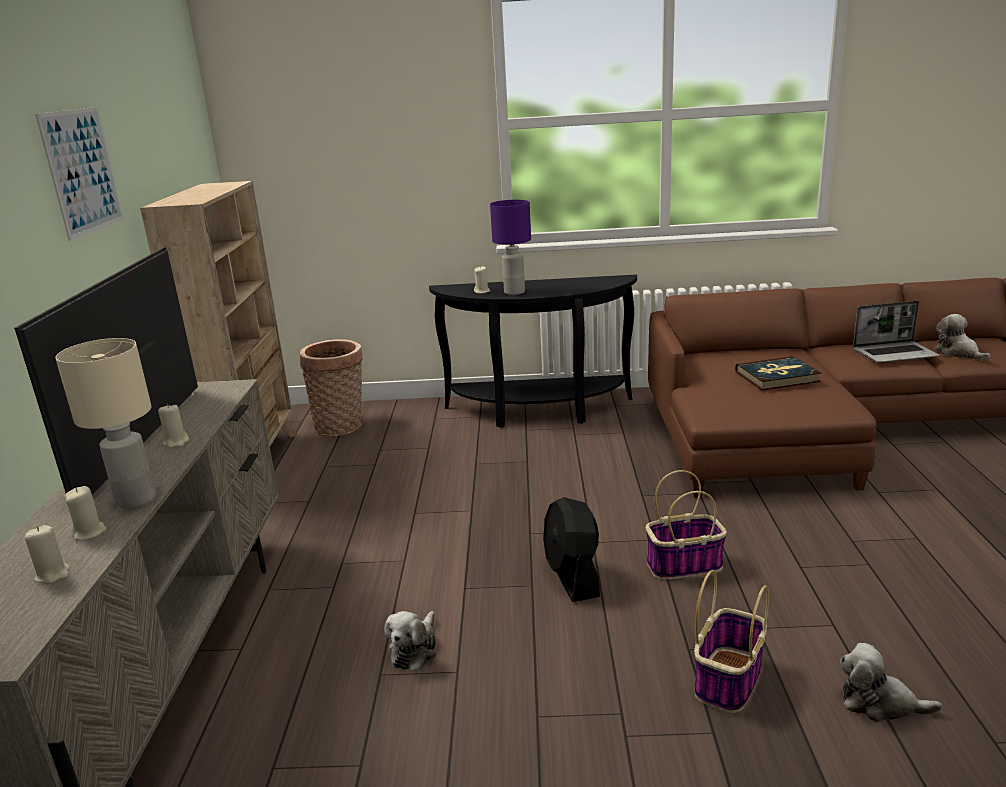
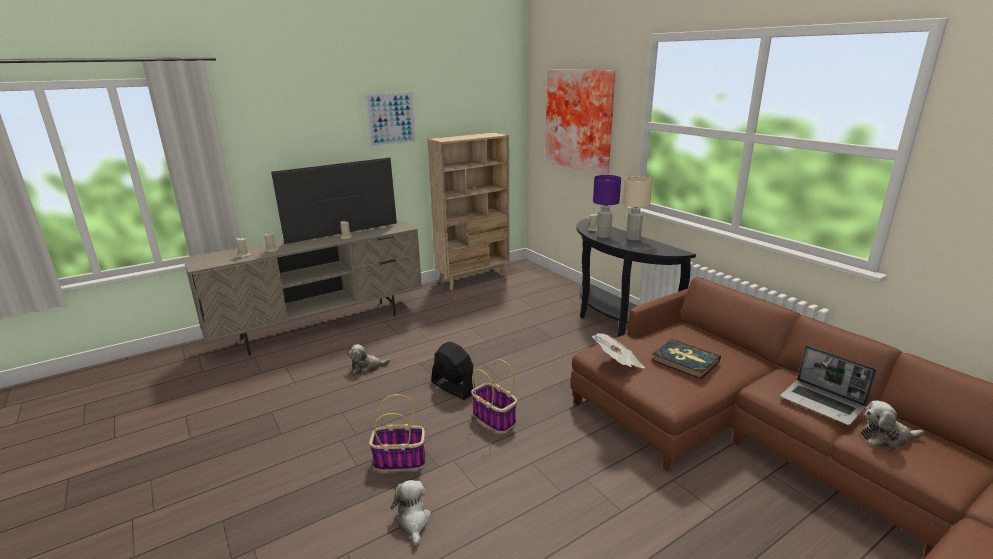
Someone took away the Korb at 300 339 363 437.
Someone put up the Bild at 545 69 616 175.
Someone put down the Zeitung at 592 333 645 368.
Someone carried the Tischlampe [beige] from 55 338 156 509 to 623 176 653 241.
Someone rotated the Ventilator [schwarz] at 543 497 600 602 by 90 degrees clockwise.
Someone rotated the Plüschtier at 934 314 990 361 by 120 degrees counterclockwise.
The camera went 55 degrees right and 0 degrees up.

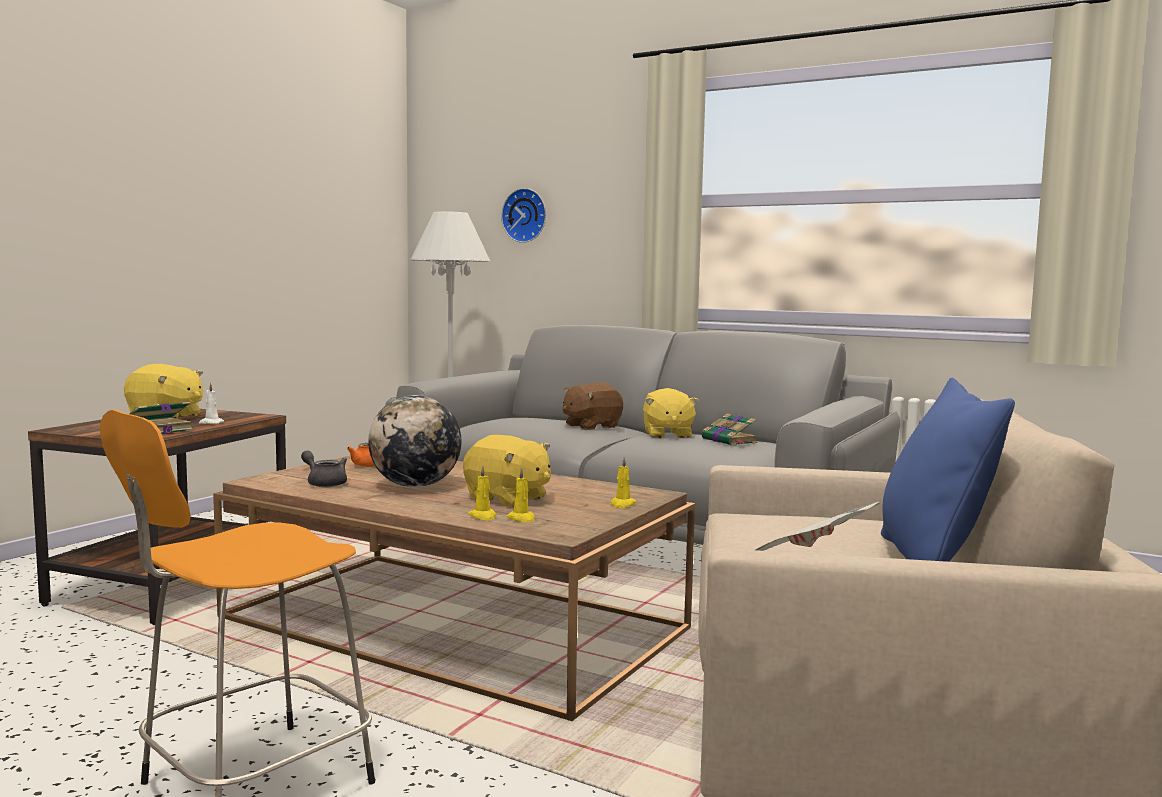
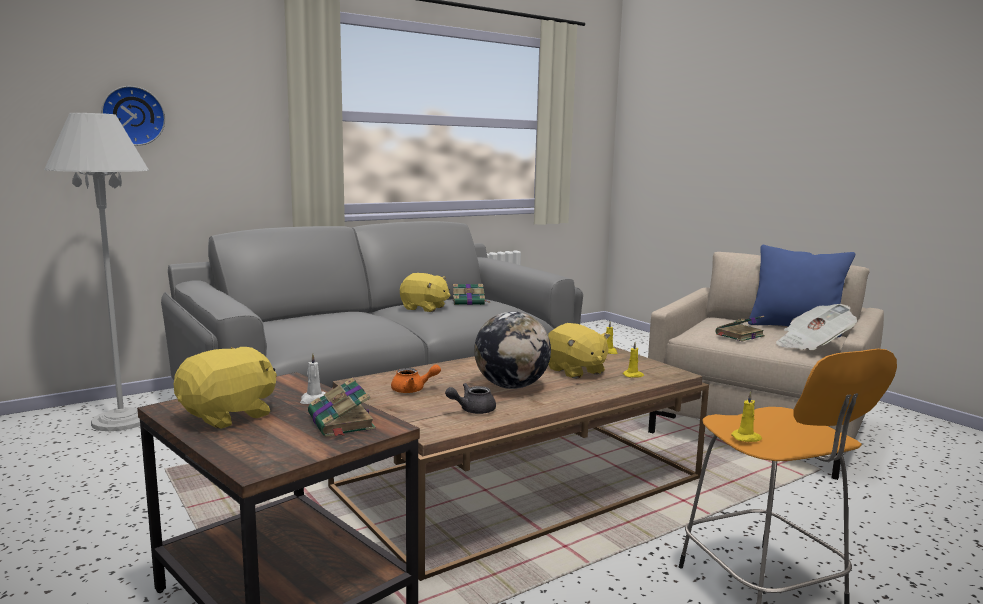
Someone took away the Plüschtier [braun] at 562 383 623 430.
Someone put down the Buch at 716 316 765 341.
Someone carried the Kerze [gelb] from 468 466 496 520 to 731 392 762 442.
Someone rotated the Plüschtier [gelb] at 463 435 551 507 by 90 degrees clockwise.
The camera went 65 degrees left and 5 degrees up.

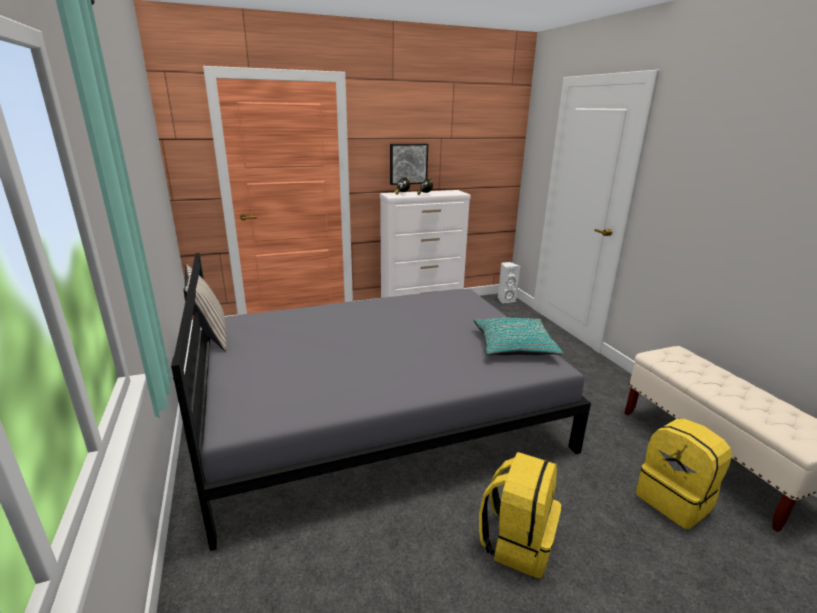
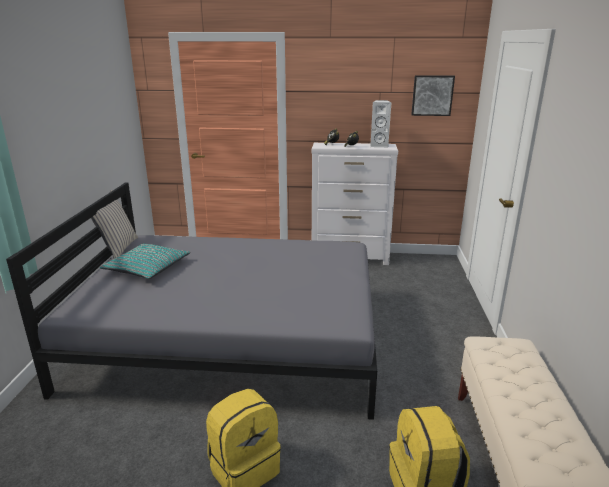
Someone carried the Bild from 390 144 428 185 to 411 75 455 116.
Someone carried the Kissen [türkis] from 474 318 563 355 to 100 243 191 279.
Someone carried the Lautsprecher [weiß] from 498 262 520 303 to 370 100 392 147.
The camera went 25 degrees right and 0 degrees up.

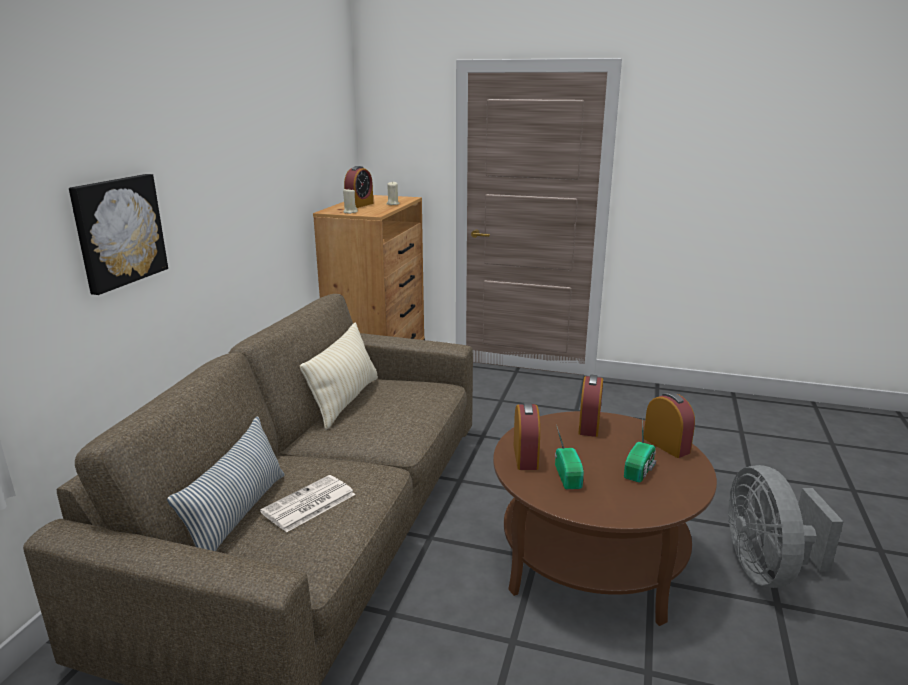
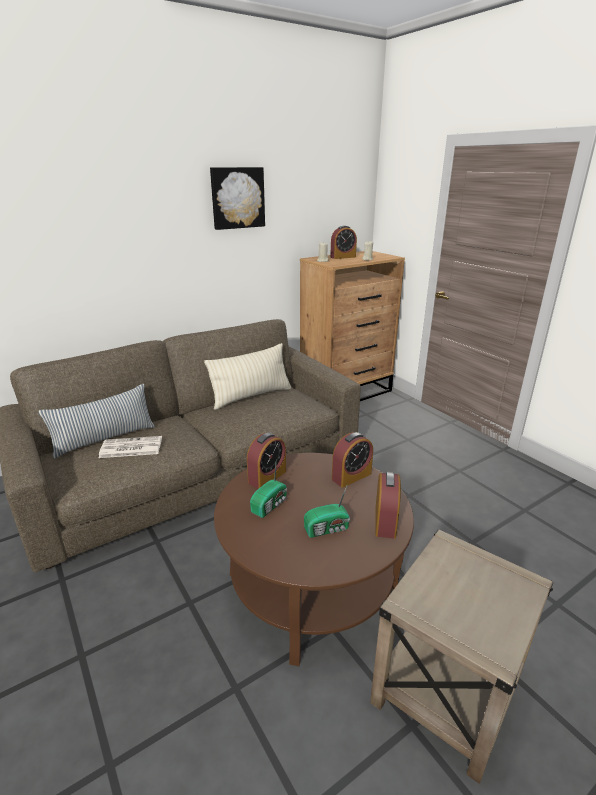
Someone carried the Bild from 69 174 168 295 to 210 167 265 230.
Someone swapped the Ventilator [grau] at 728 465 844 588 for the Beistelltisch [beige] at 370 529 553 784.
The camera went 40 degrees right and 5 degrees up.

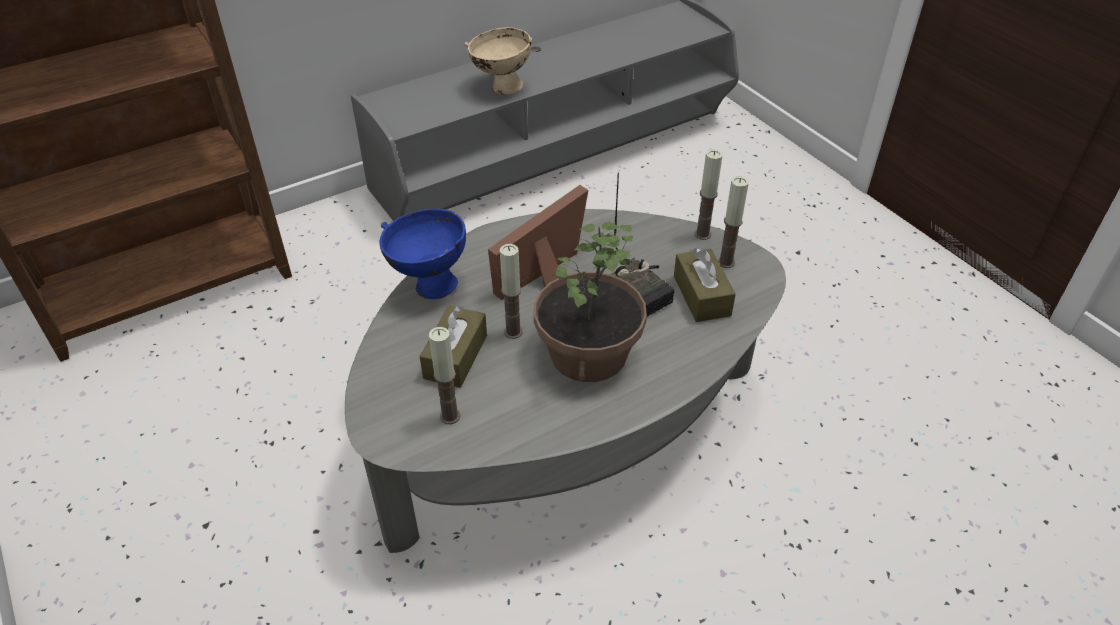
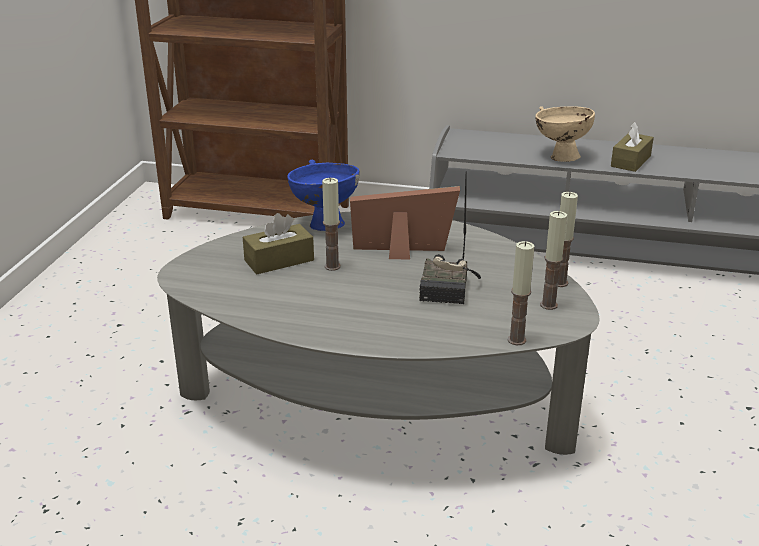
Someone took away the Topfpflanze at 534 221 647 382.
Someone carried the Kerze from 429 327 460 424 to 508 241 535 345.
Someone carried the Taschentuchbox [braun] from 674 248 736 322 to 611 122 654 172.
The camera went 45 degrees right and 15 degrees down.

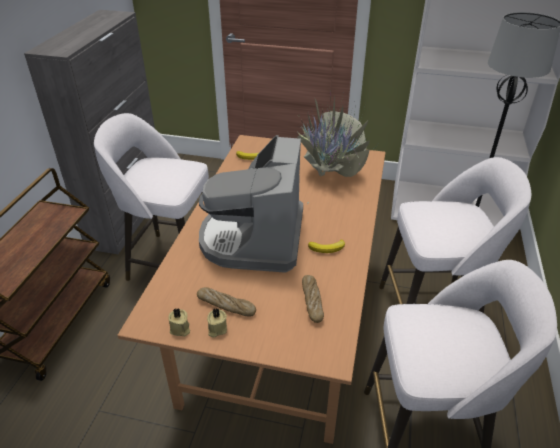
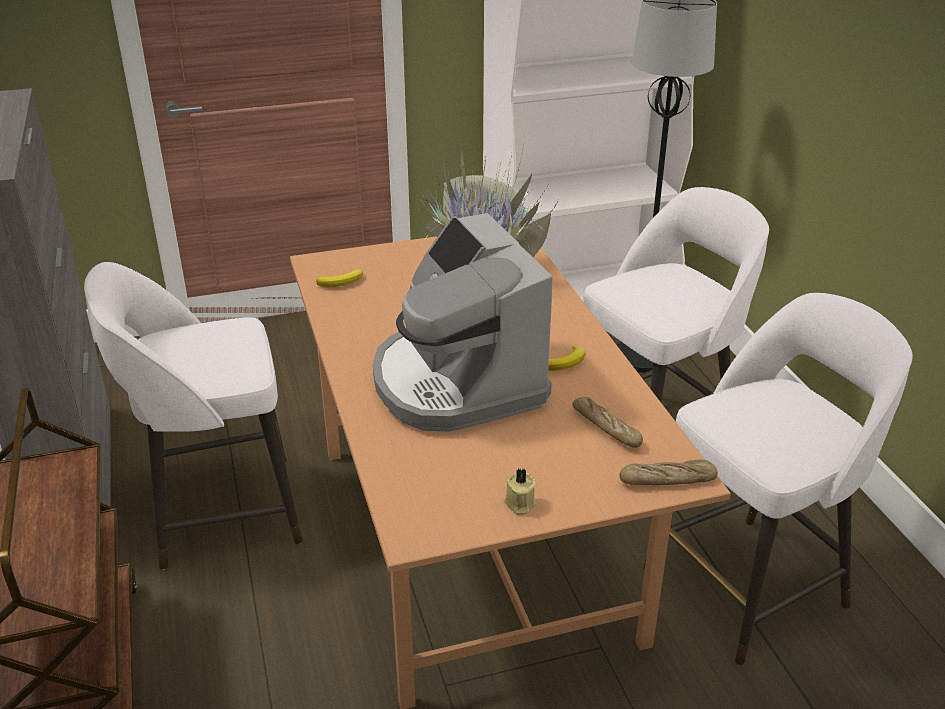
Someone took away the Kerze [beige] at 168 308 190 337.
Someone carried the Brot from 197 287 256 317 to 619 459 718 485.
The camera went 30 degrees left and 5 degrees down.

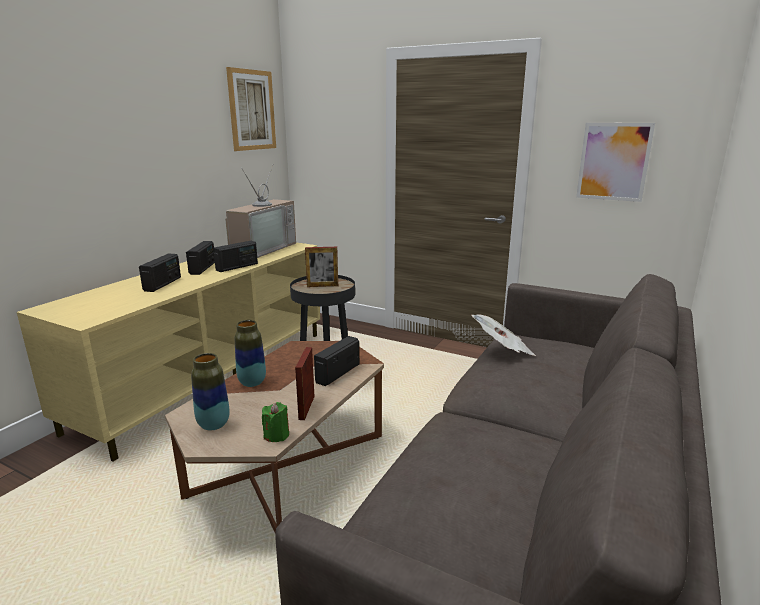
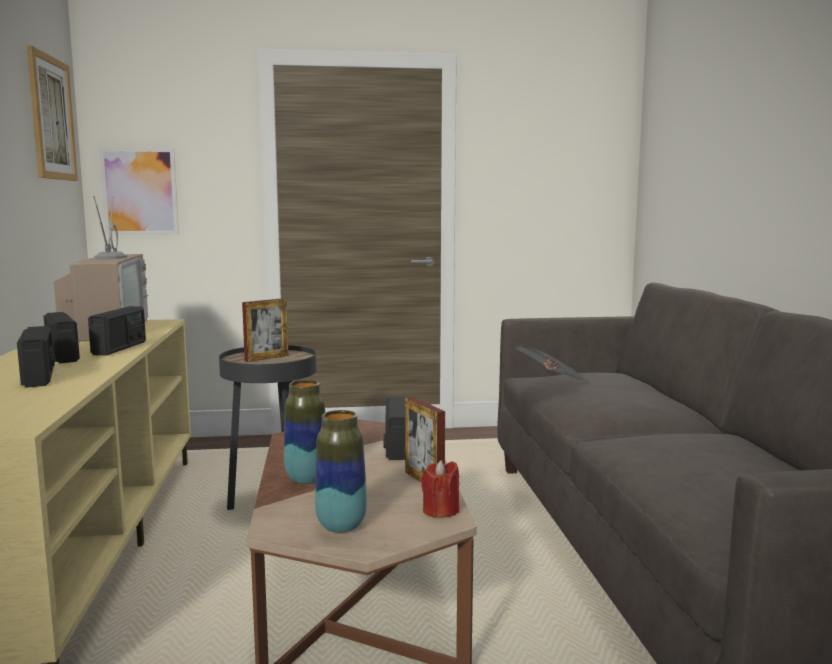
Someone carried the Bild from 576 123 655 202 to 99 148 179 235.
Someone repainted the Kerze [grün] at 262 402 289 442, which became the Kerze [rot] at 421 460 460 518.
The camera went 35 degrees left and 10 degrees down.

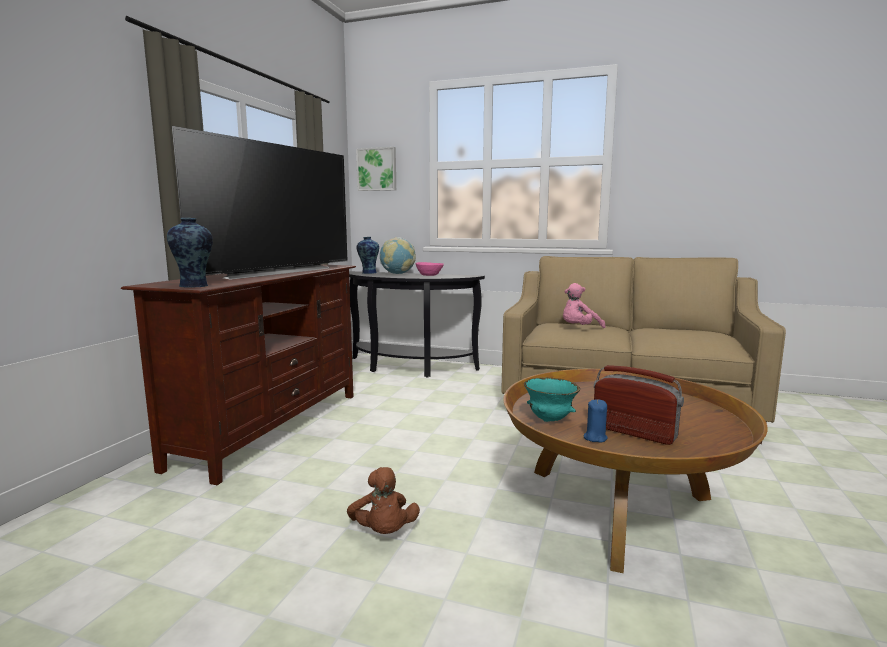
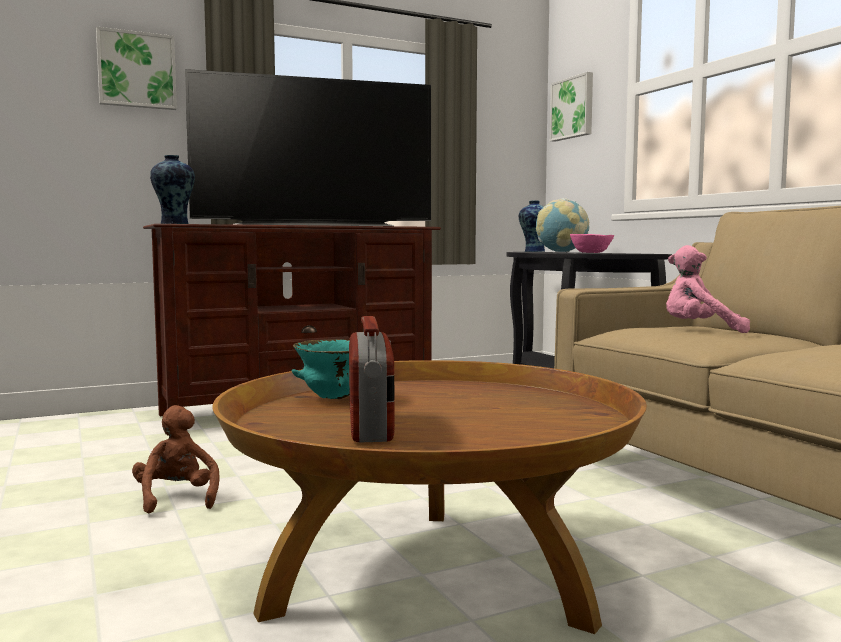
Someone took away the Kerze [blau] at 583 399 608 442.
Someone put up the Bild at 96 26 177 110.
Someone rotated the Plüschtier [braun] at 347 467 420 534 by 135 degrees clockwise.
The camera went 45 degrees right and 5 degrees down.

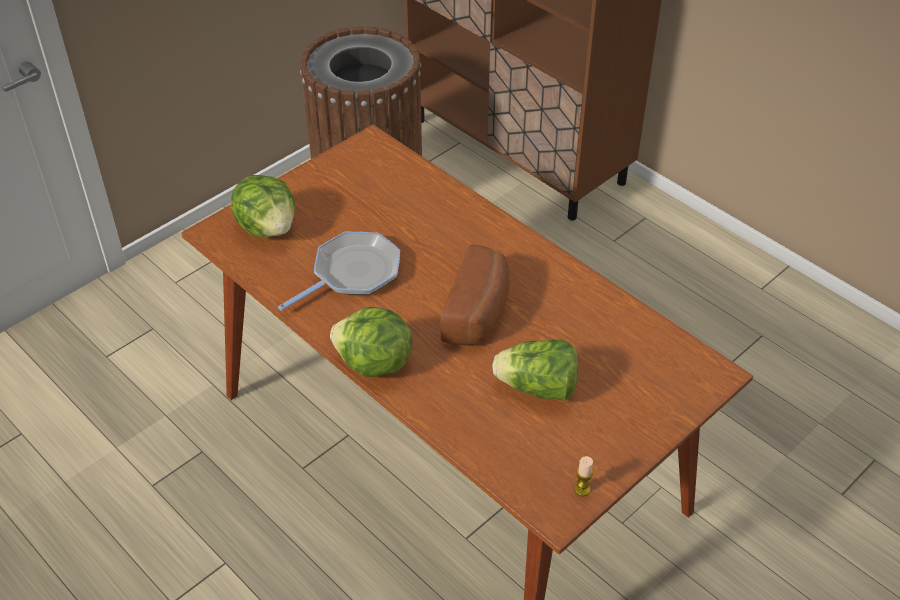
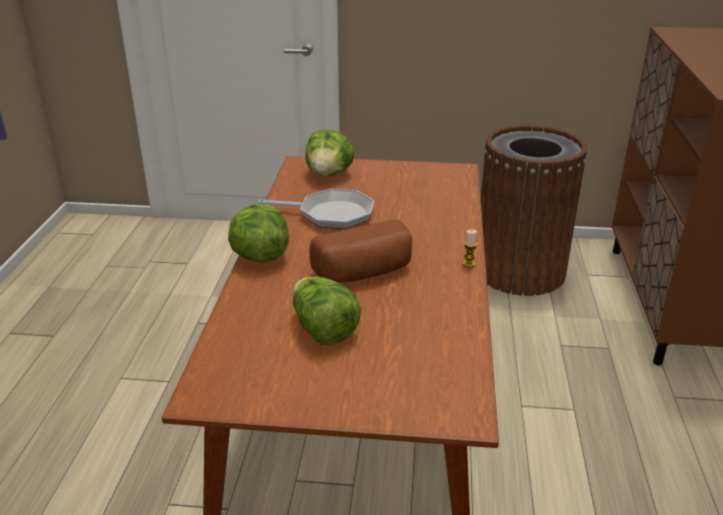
Someone carried the Kerze from 574 456 593 496 to 463 229 477 268.
The camera went 50 degrees right and 15 degrees down.

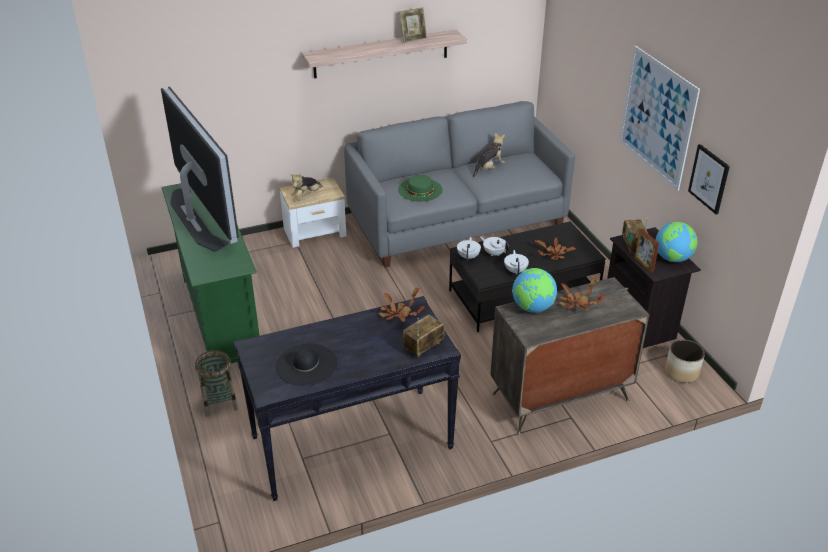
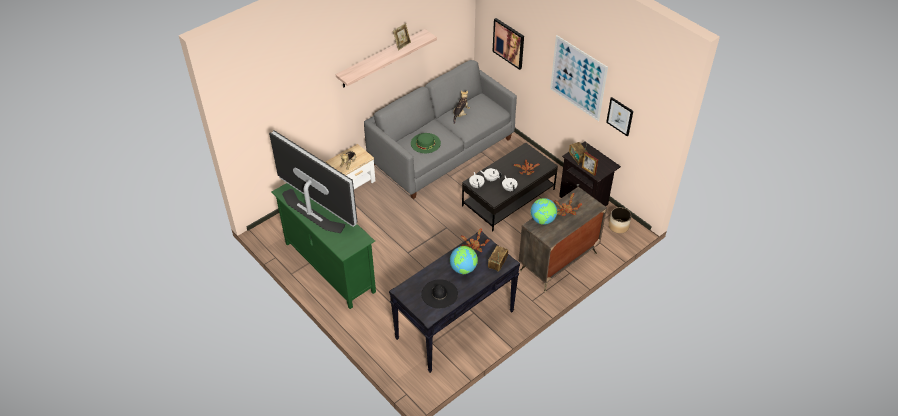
Someone took away the Korb at 195 350 238 417.
Someone put up the Bild at 493 18 524 70.
Someone carried the Globus from 656 222 698 262 to 450 246 478 274.
The camera went 20 degrees left and 10 degrees up.

